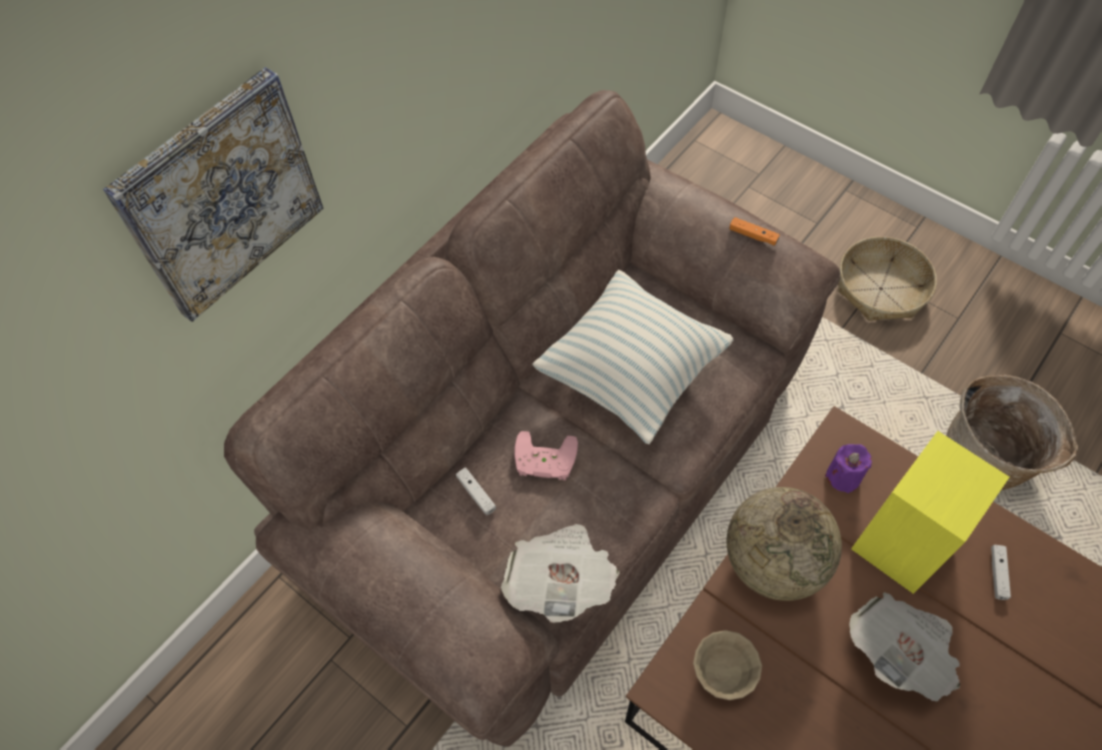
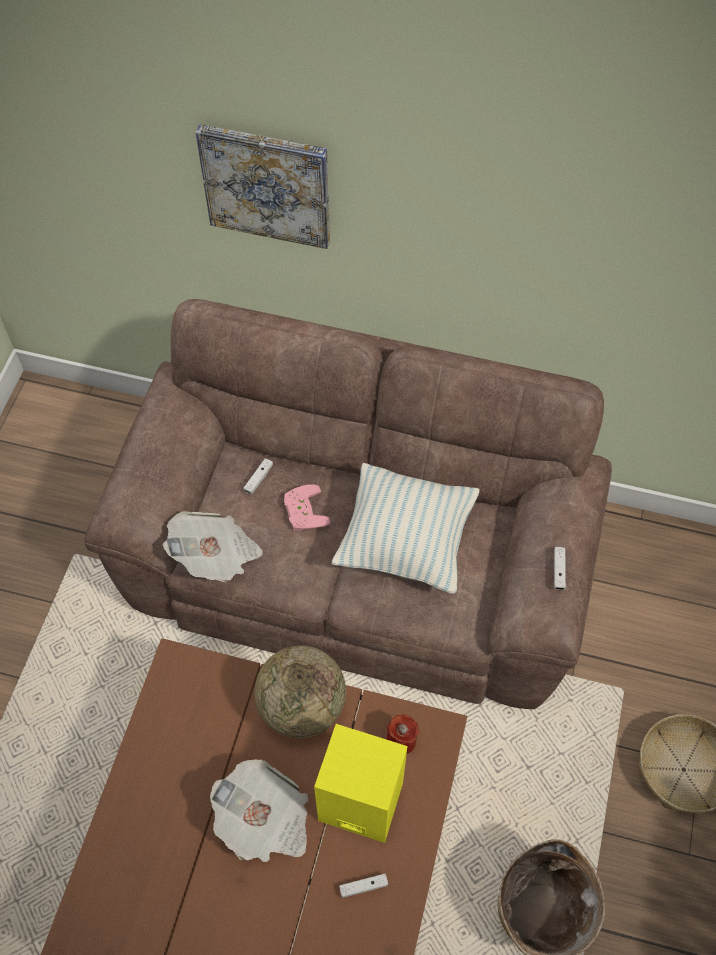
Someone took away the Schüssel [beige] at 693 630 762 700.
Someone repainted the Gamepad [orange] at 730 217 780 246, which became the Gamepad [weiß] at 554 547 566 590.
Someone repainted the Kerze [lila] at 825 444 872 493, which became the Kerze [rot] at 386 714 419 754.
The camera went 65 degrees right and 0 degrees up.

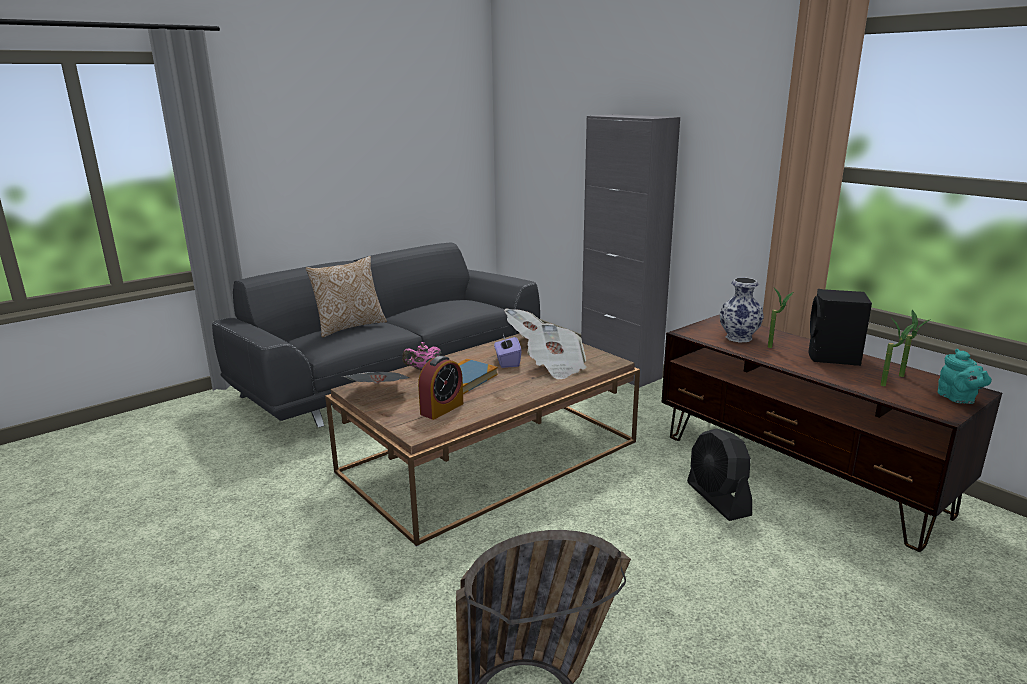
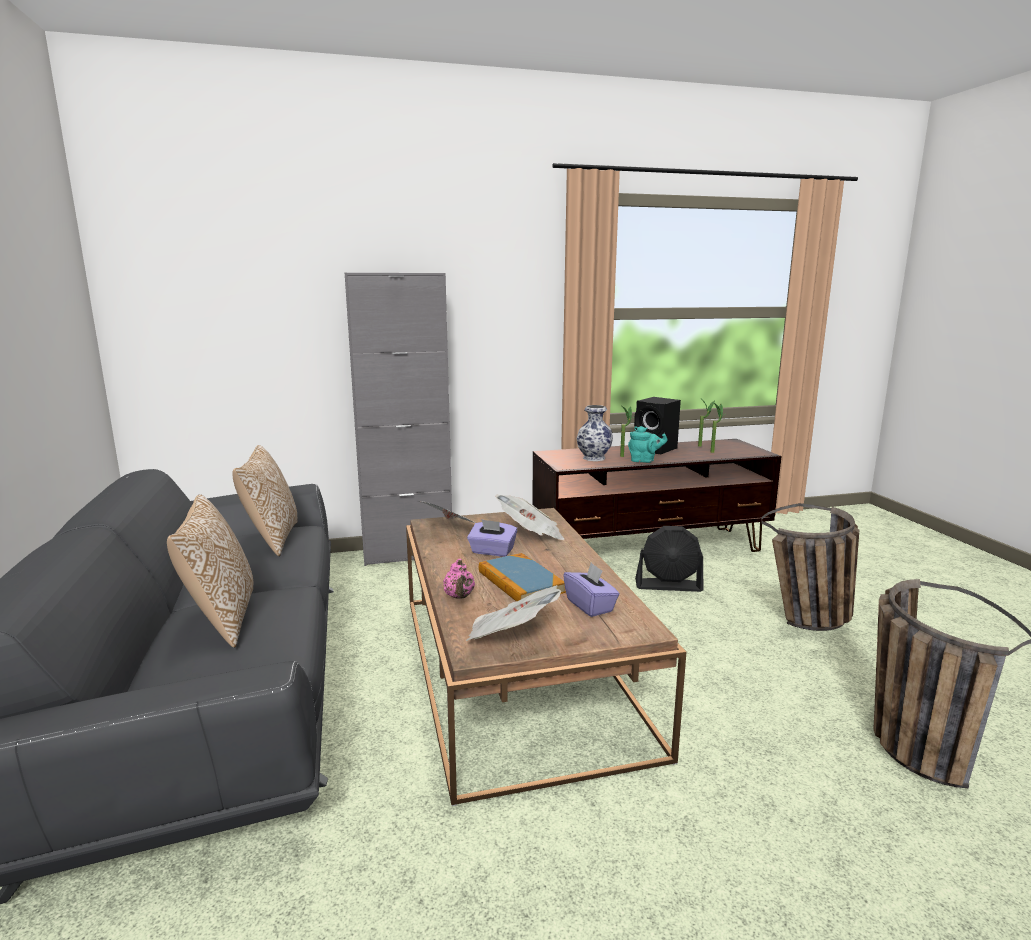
Someone put down the Kissen at 232 445 298 556.
Someone put down the Korb at 761 503 859 631.
Someone carried the Teekanne [türkis] from 938 349 992 404 to 628 426 667 463.
Someone swapped the Wecker at 418 356 463 420 for the Taschentuchbox [lila] at 563 562 620 617.
The camera went 65 degrees left and 5 degrees down.

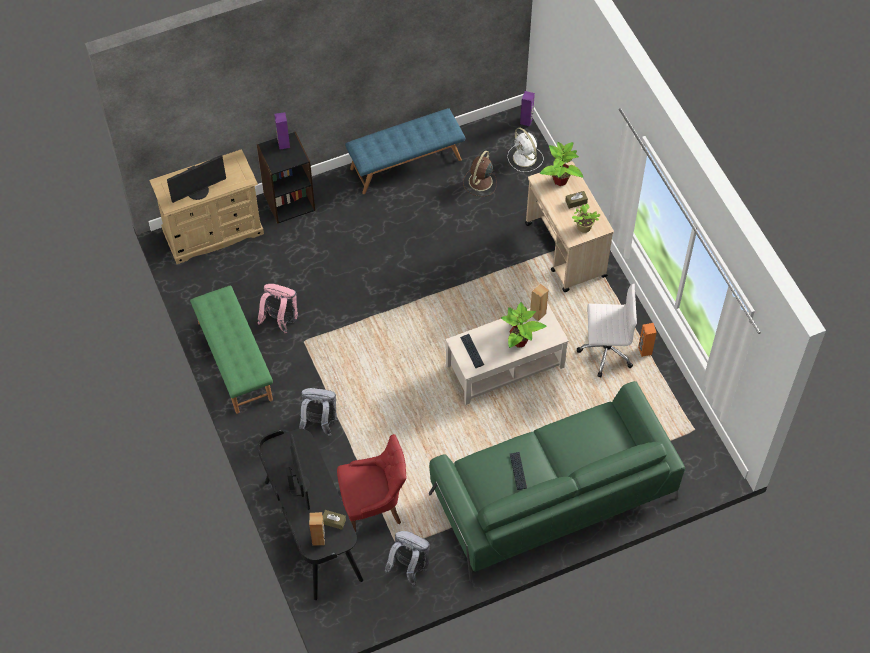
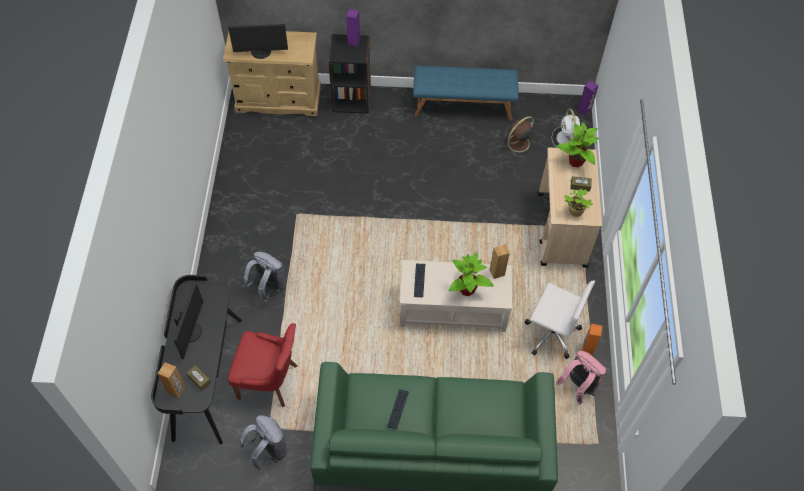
Someone took away the Bank [grün] at 190 286 273 414.
Someone carried the Rucksack [rosa] from 257 284 298 333 to 556 351 607 405.
The camera went 25 degrees right and 0 degrees up.

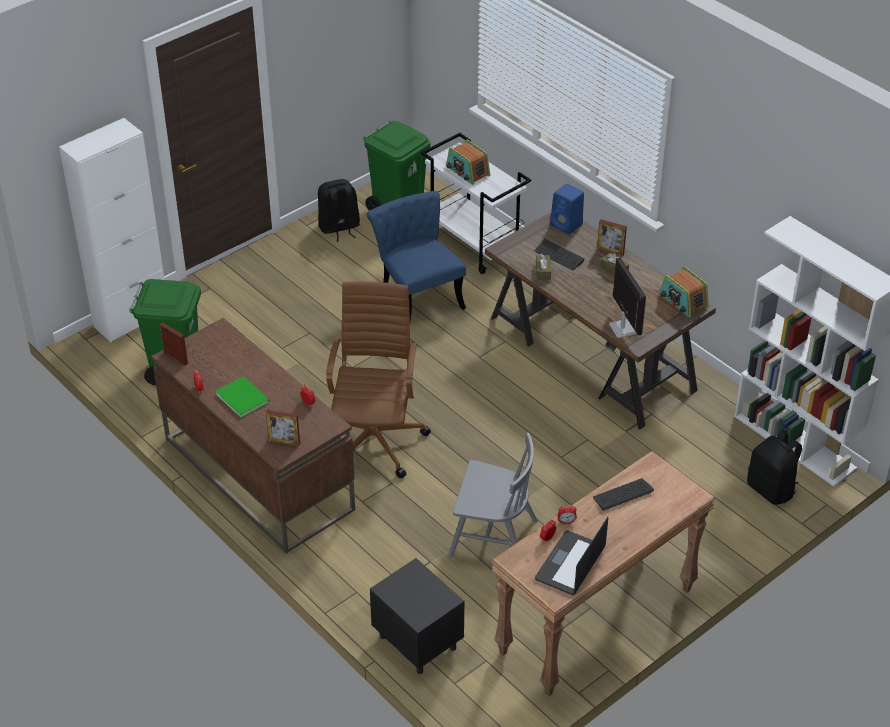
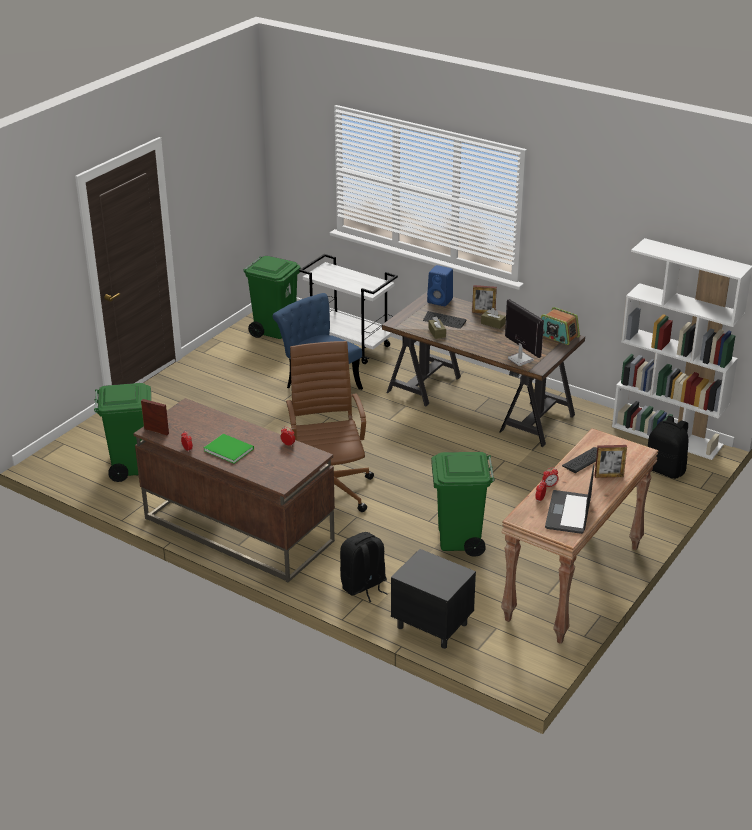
Someone took away the Schrank [weiß] at 59 118 165 342.
Someone took away the Radio at 446 139 490 185.
Someone carried the Bilderrahmen from 266 410 300 446 to 595 445 627 478.
Someone carried the Rucksack [schwarz] from 318 179 360 242 to 340 532 388 602.
Someone swapped the Stuhl [grau] at 449 433 538 557 for the Mülleimer [grün] at 431 452 495 557.
The camera went 15 degrees left and 10 degrees down.

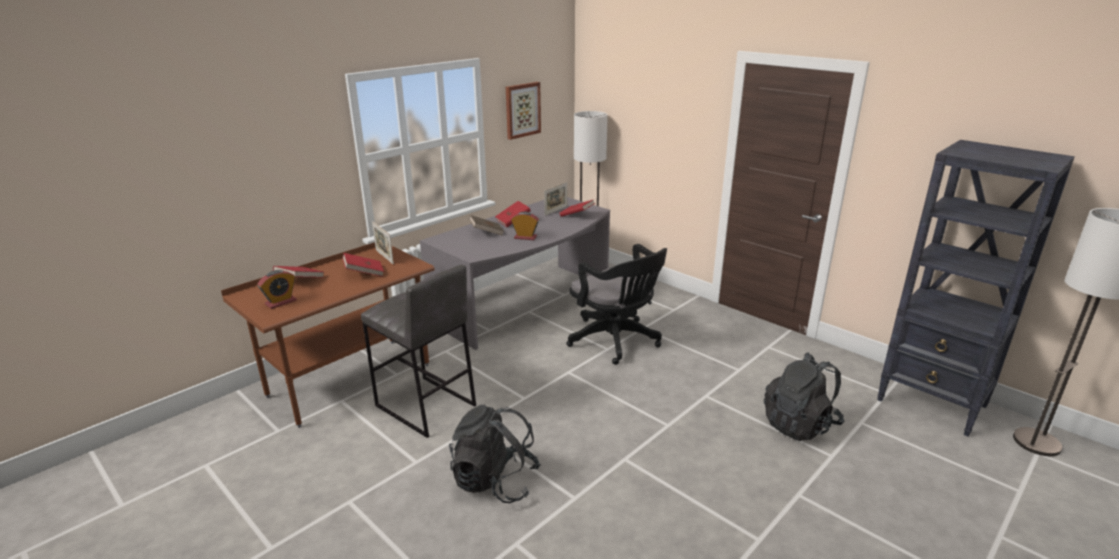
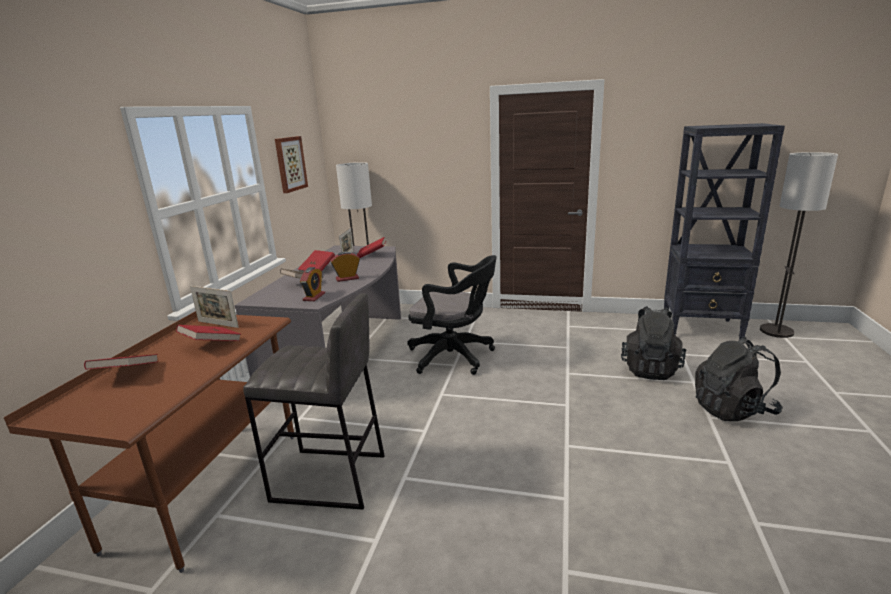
Someone carried the Wecker from 257 270 297 309 to 300 267 325 301.
Someone carried the Rucksack [schwarz] from 449 405 541 503 to 695 337 783 421.
The camera went 30 degrees left and 5 degrees down.

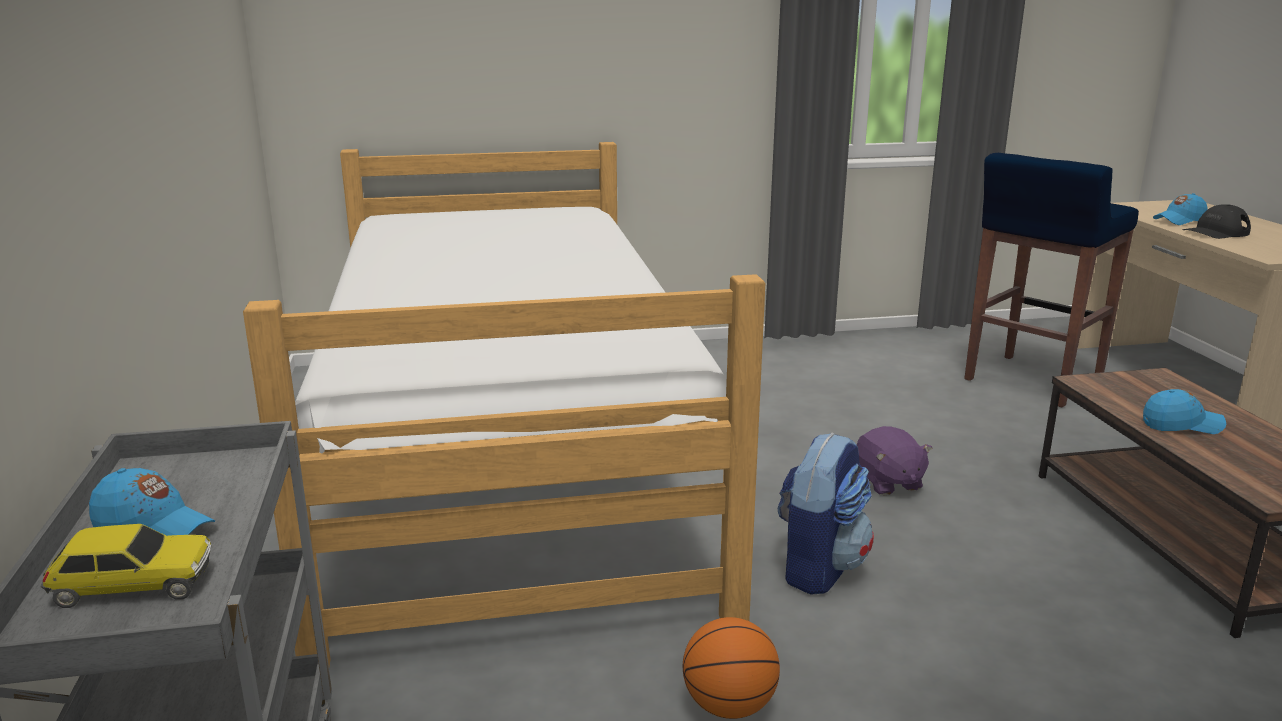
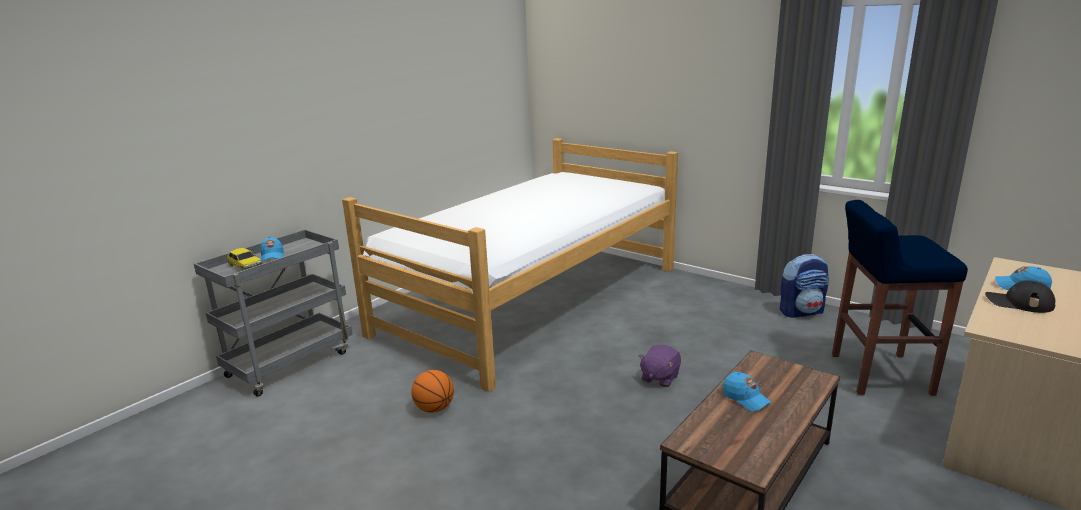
Someone carried the Rucksack from 778 432 874 595 to 780 254 829 318.
The camera went 50 degrees right and 0 degrees up.

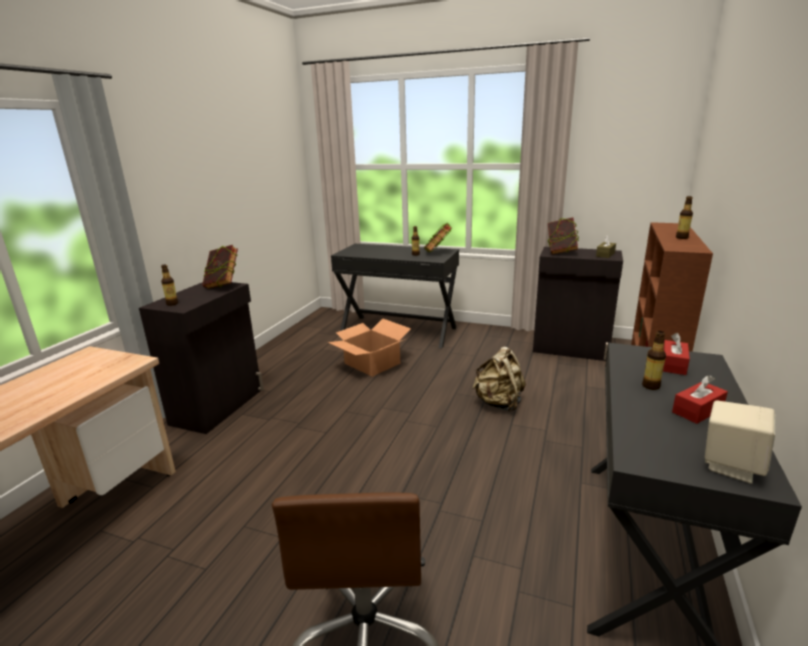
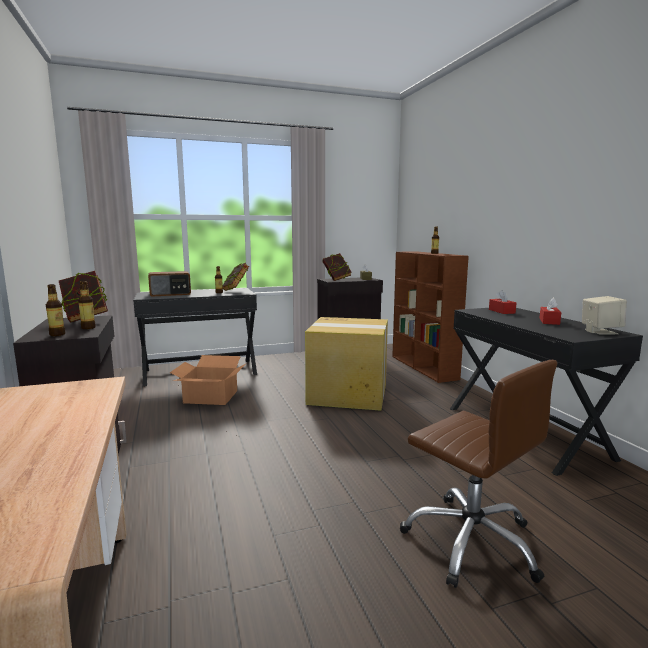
Someone put down the Radio at 148 271 191 297.
Someone carried the Flasche from 642 331 666 390 to 78 281 96 329.
Someone swapped the Rucksack [beige] at 472 347 526 412 for the Karton at 305 317 388 411.
The camera went 40 degrees left and 10 degrees down.

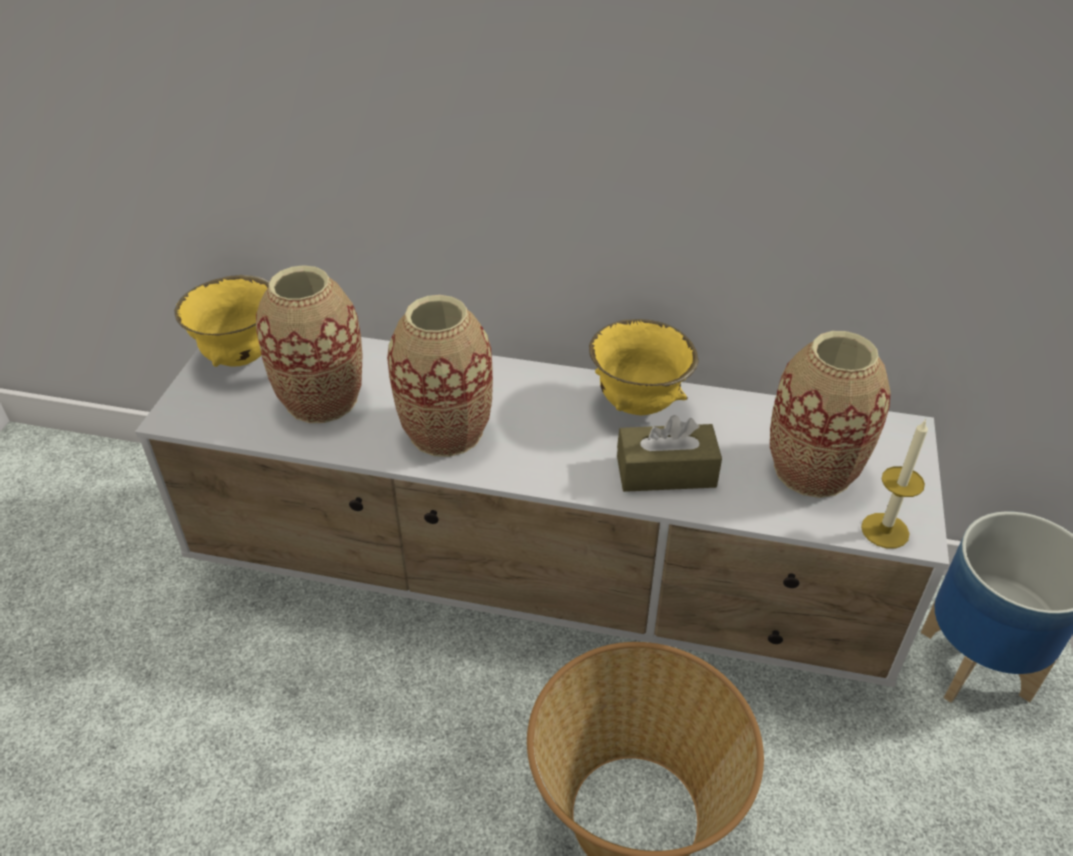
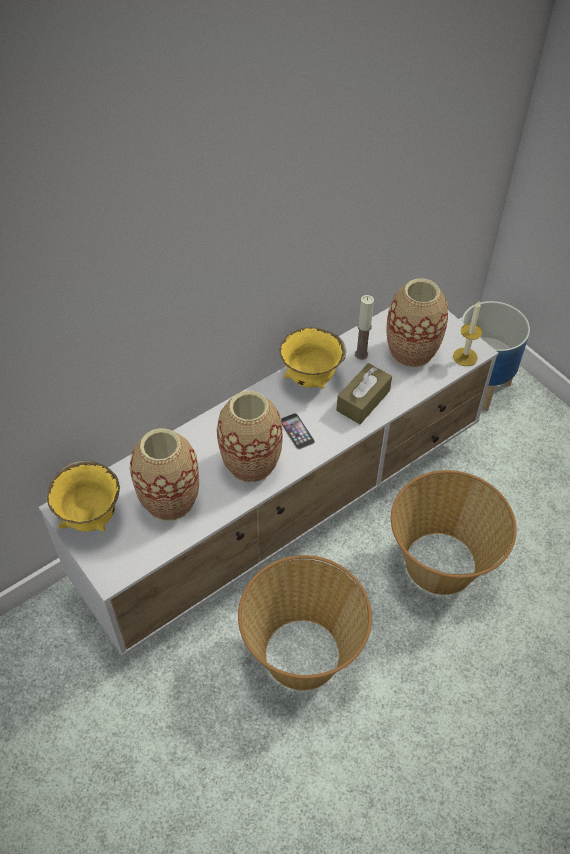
Someone put down the Korb at 238 555 372 690.
Someone put down the Handy at 281 413 315 449.
Someone put down the Kerze at 355 295 374 360.
The camera went 50 degrees left and 10 degrees up.

